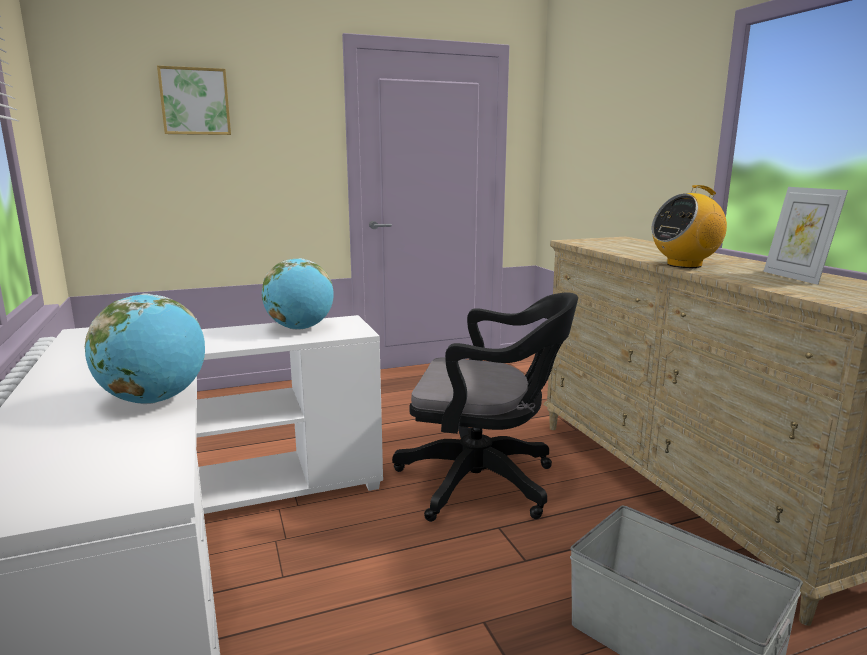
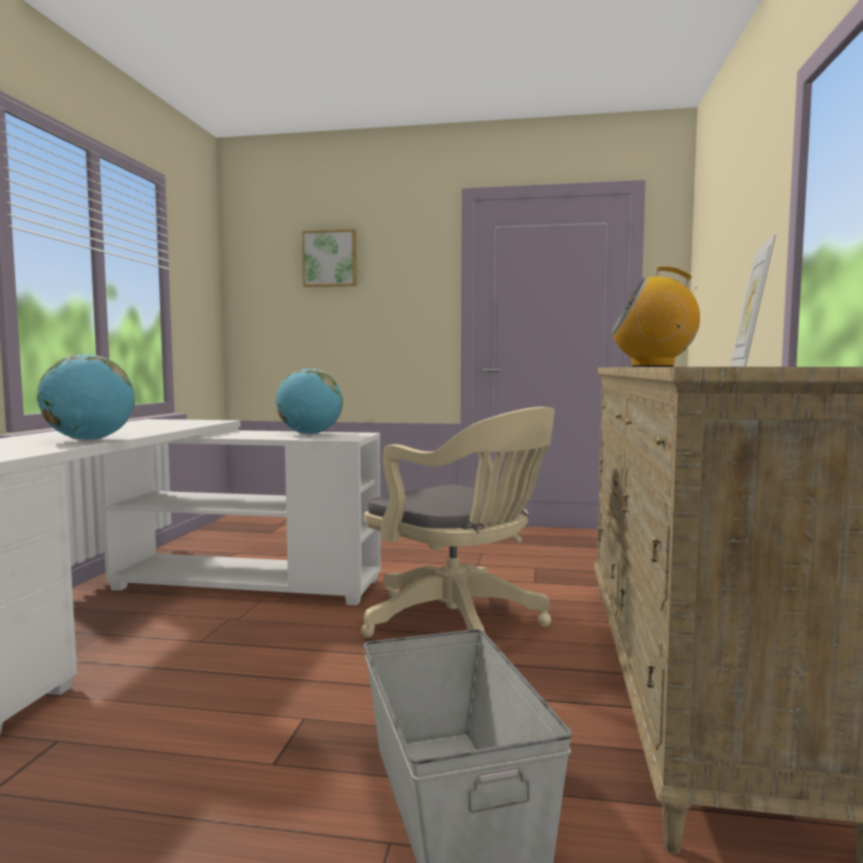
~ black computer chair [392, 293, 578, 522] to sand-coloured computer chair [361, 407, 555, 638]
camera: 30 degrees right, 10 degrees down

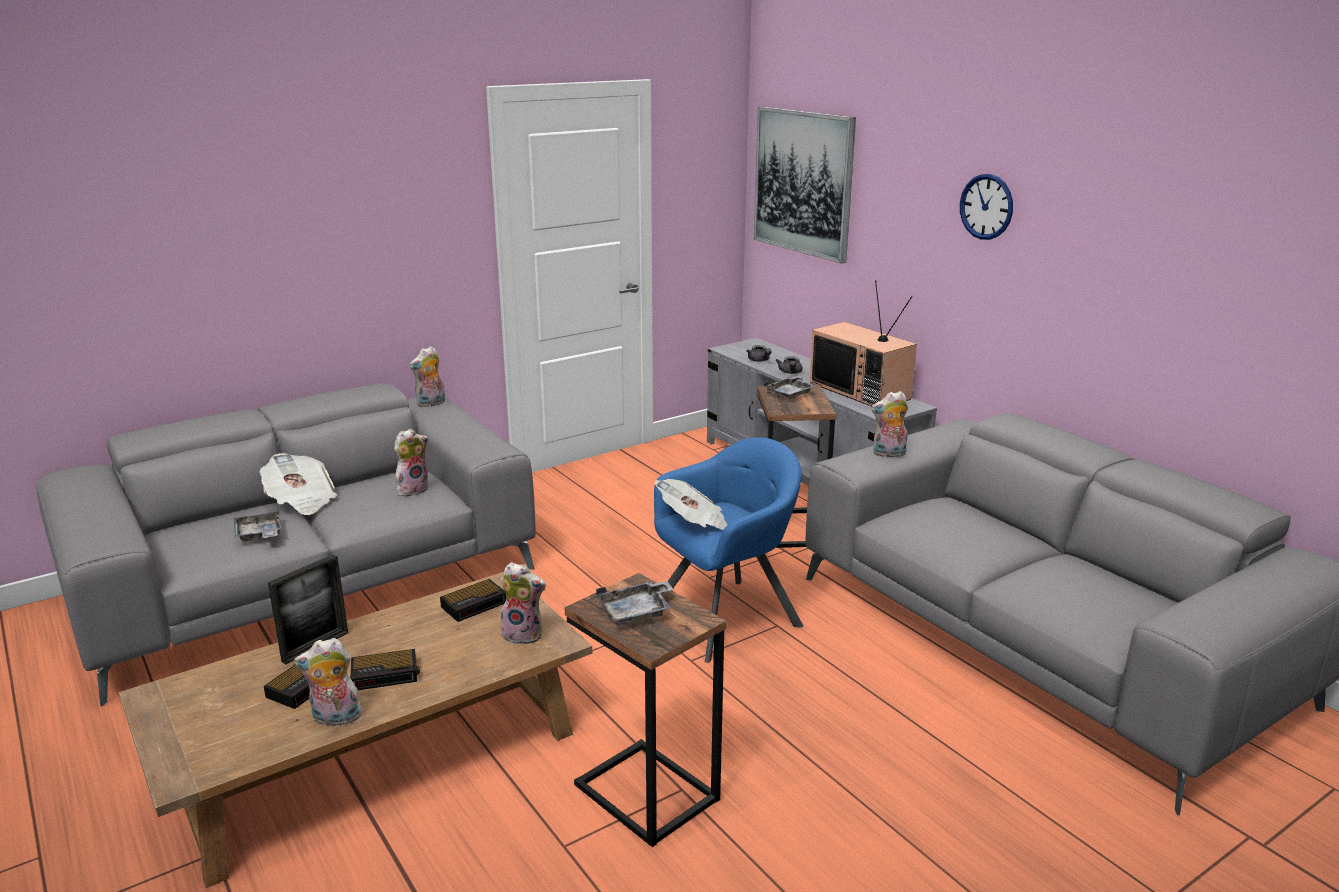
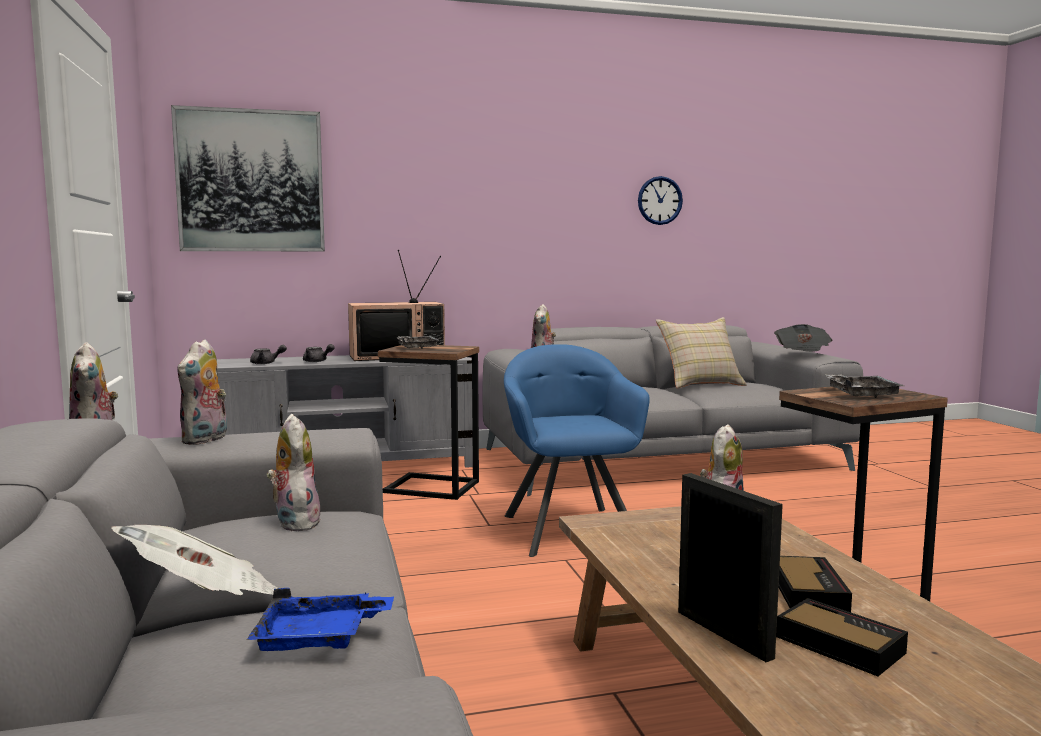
~ grey carrying tray [234, 510, 281, 542] to blue-coloured carrying tray [247, 588, 394, 651]
~ plush toy [294, 638, 364, 726] to [177, 339, 227, 445]
- alarm clock [440, 579, 506, 622]
~ daily paper [655, 479, 728, 530] to [774, 324, 832, 352]
~ hanging clock [960, 174, 1013, 240] to [638, 176, 683, 225]
+ sand-coloured throw pillow [656, 317, 747, 388]
camera: 70 degrees left, 15 degrees down

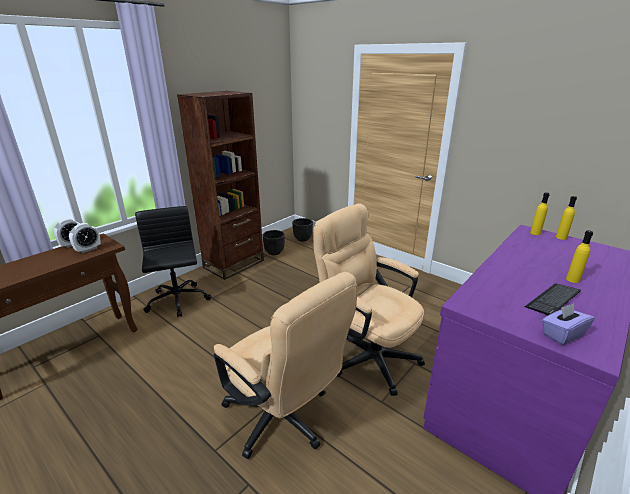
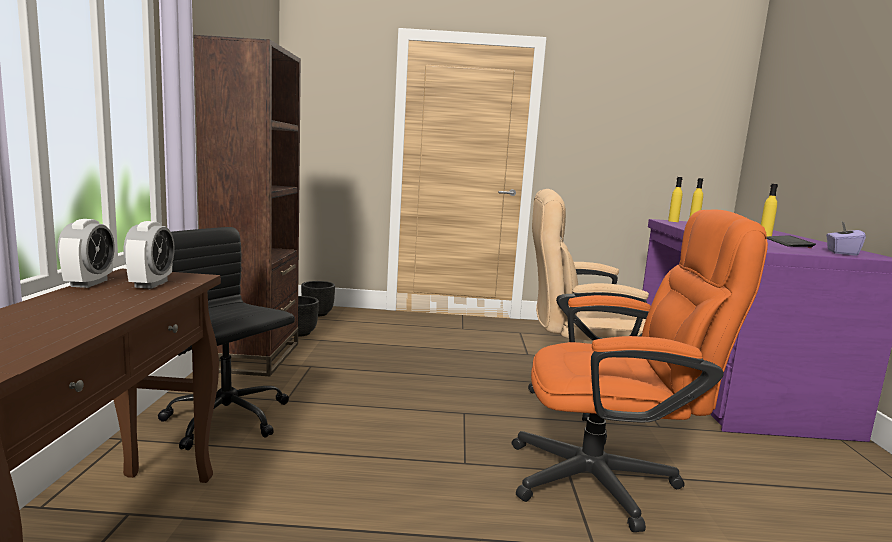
~ sand-coloured computer chair [214, 272, 358, 459] to orange-coloured computer chair [511, 209, 768, 532]
camera: 40 degrees left, 15 degrees down

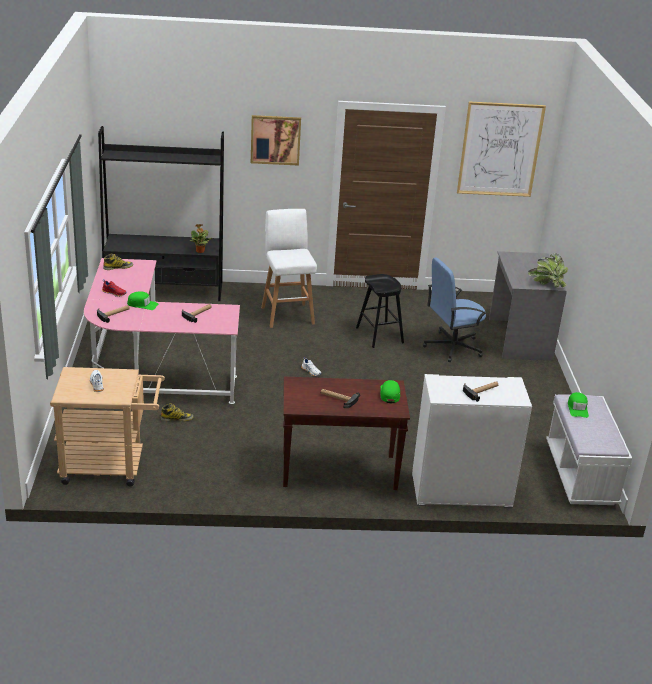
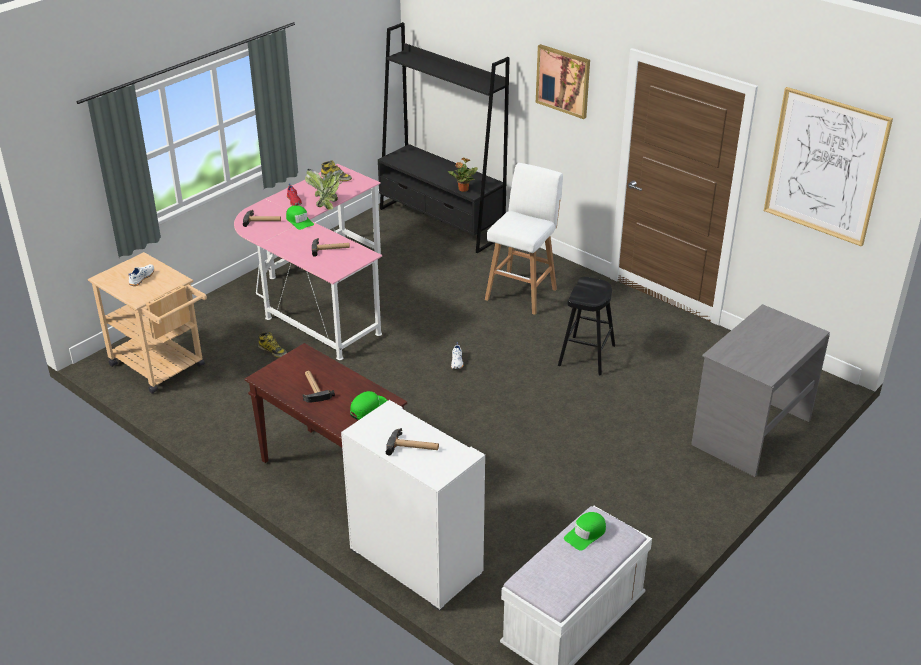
- blue-coloured computer chair [423, 258, 486, 362]
~ houseplant [528, 253, 568, 288] to [305, 169, 343, 210]
camera: 45 degrees right, 5 degrees up

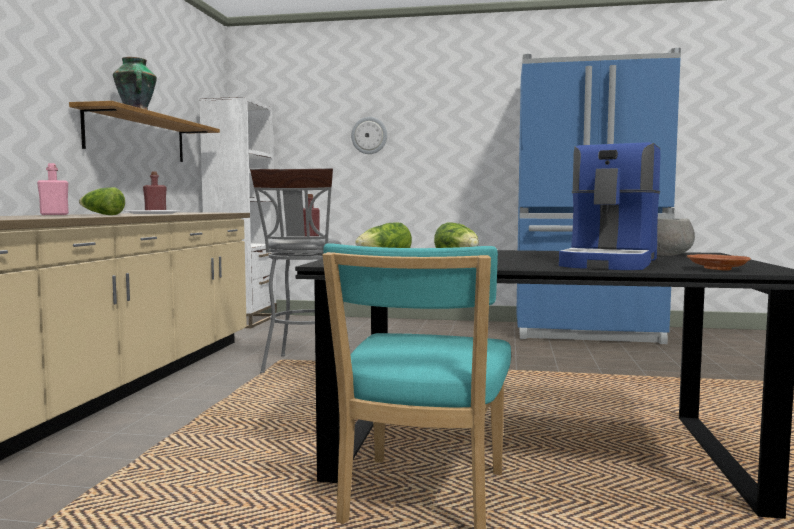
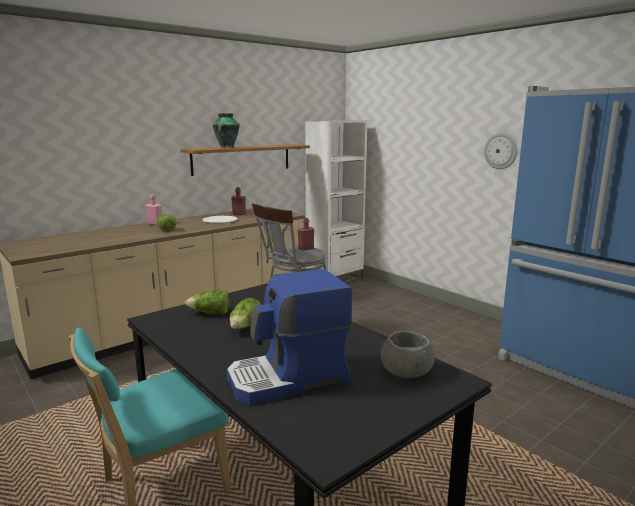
~ hanging clock [351, 117, 387, 154] to [484, 133, 518, 169]
- brown dinner plate [687, 254, 751, 271]
camera: 40 degrees right, 10 degrees up

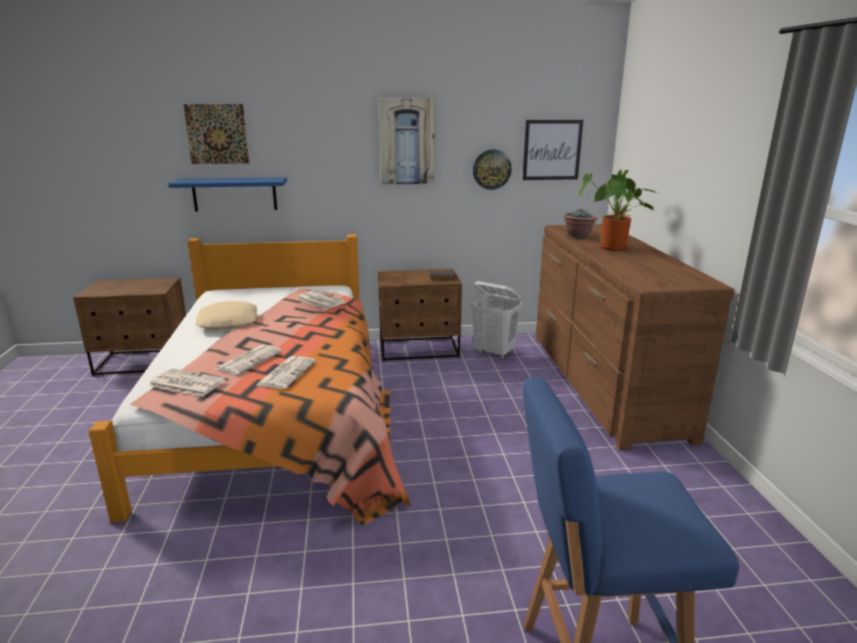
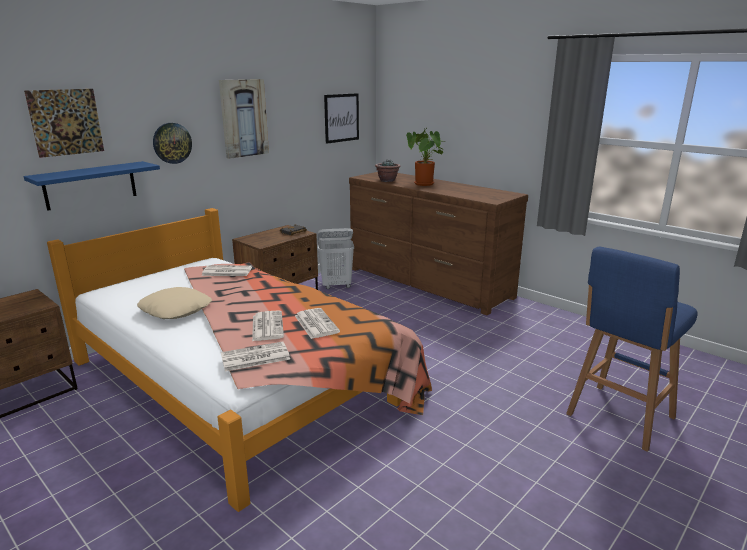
~ hanging clock [473, 149, 512, 190] to [153, 123, 192, 164]
camera: 40 degrees left, 0 degrees up

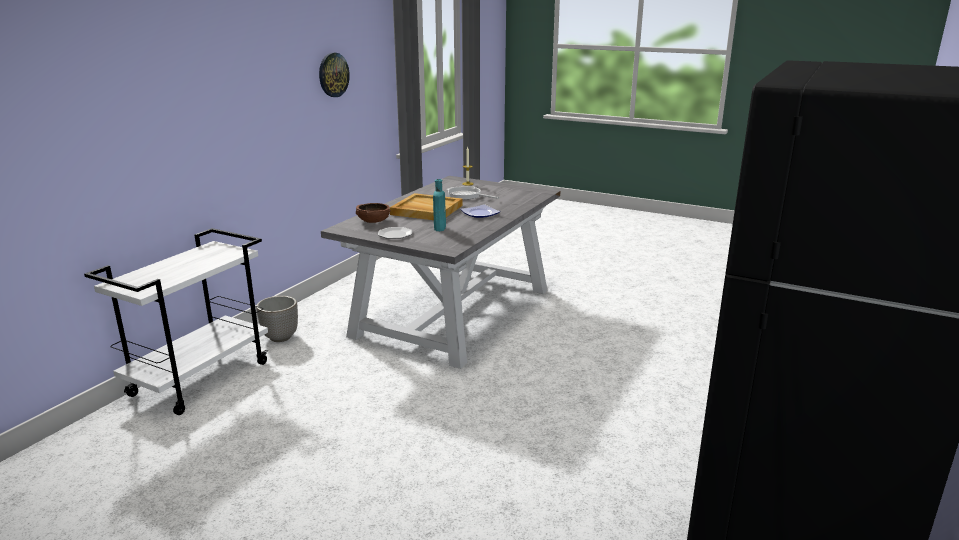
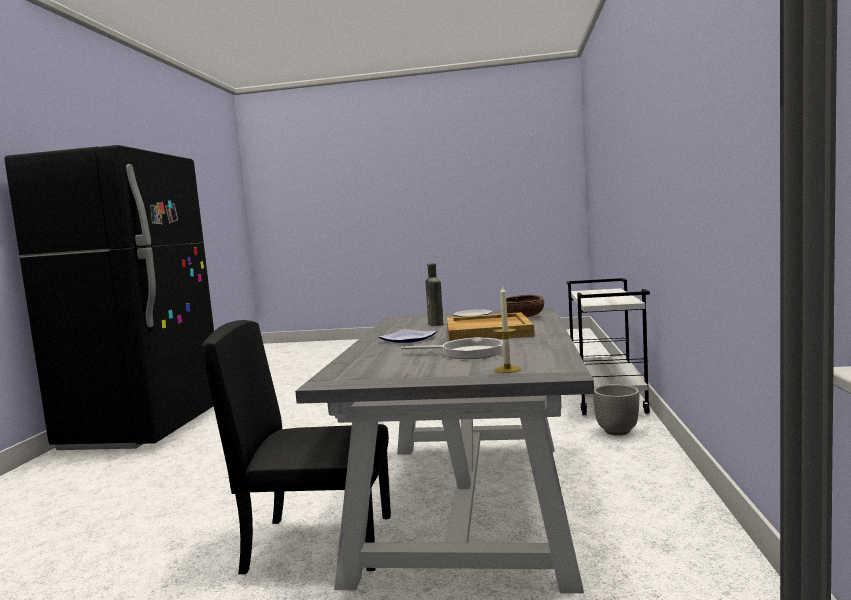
- hanging clock [319, 53, 350, 97]
~ blue-green beverage bottle [433, 179, 446, 231] to brown beverage bottle [426, 264, 443, 326]
+ black plain chair [202, 320, 391, 574]
camera: 160 degrees right, 15 degrees down

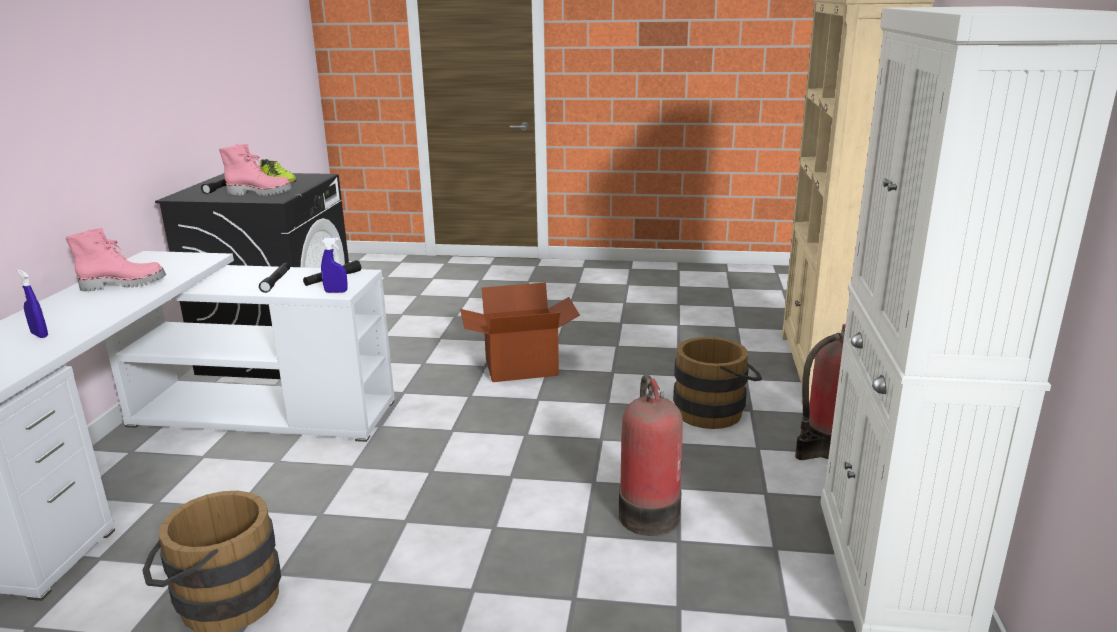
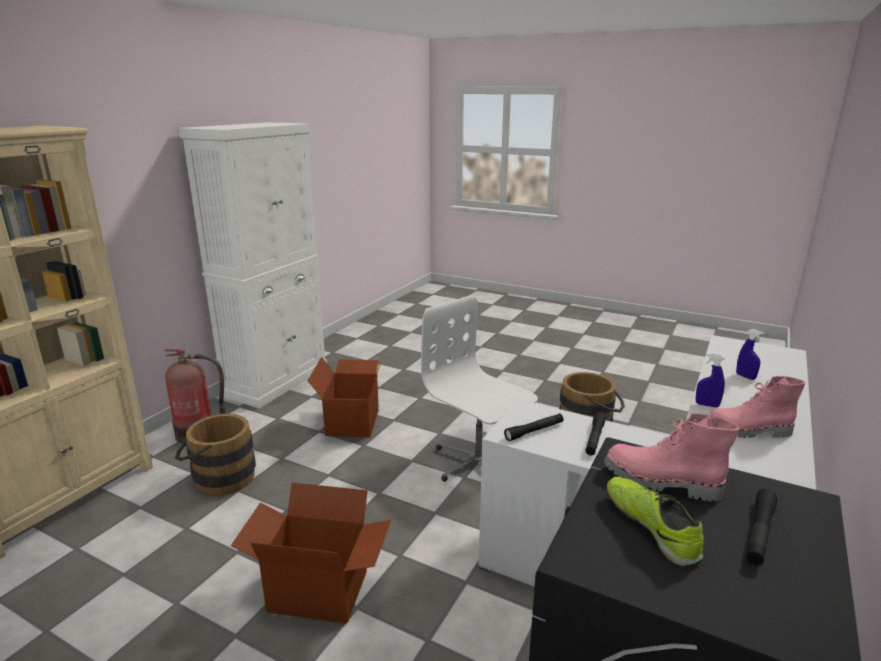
~ blue-coloured hand sprayer [321, 237, 348, 293] to [696, 353, 725, 408]
~ extinguisher [619, 374, 683, 536] to cardboard box [308, 356, 383, 437]
+ whitish computer chair [421, 295, 538, 482]
camera: 160 degrees left, 0 degrees up

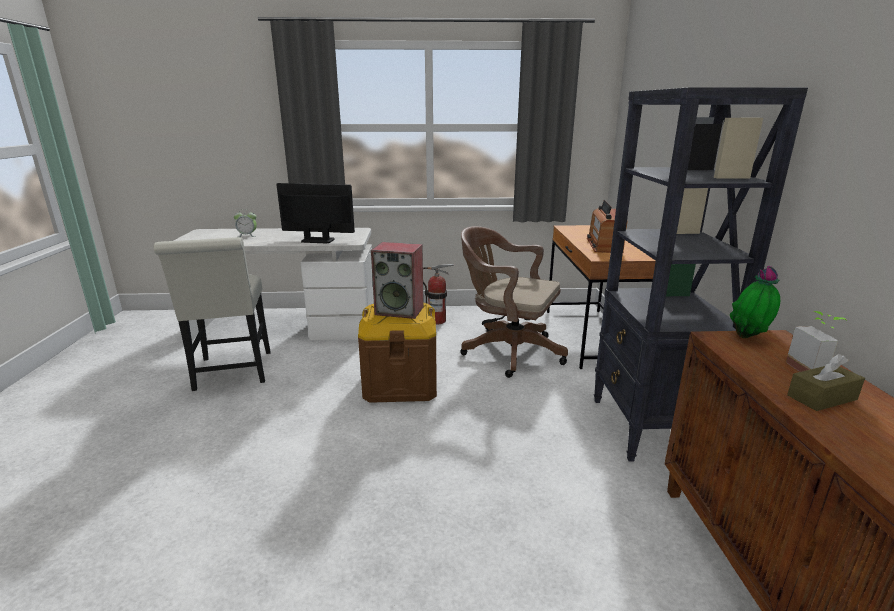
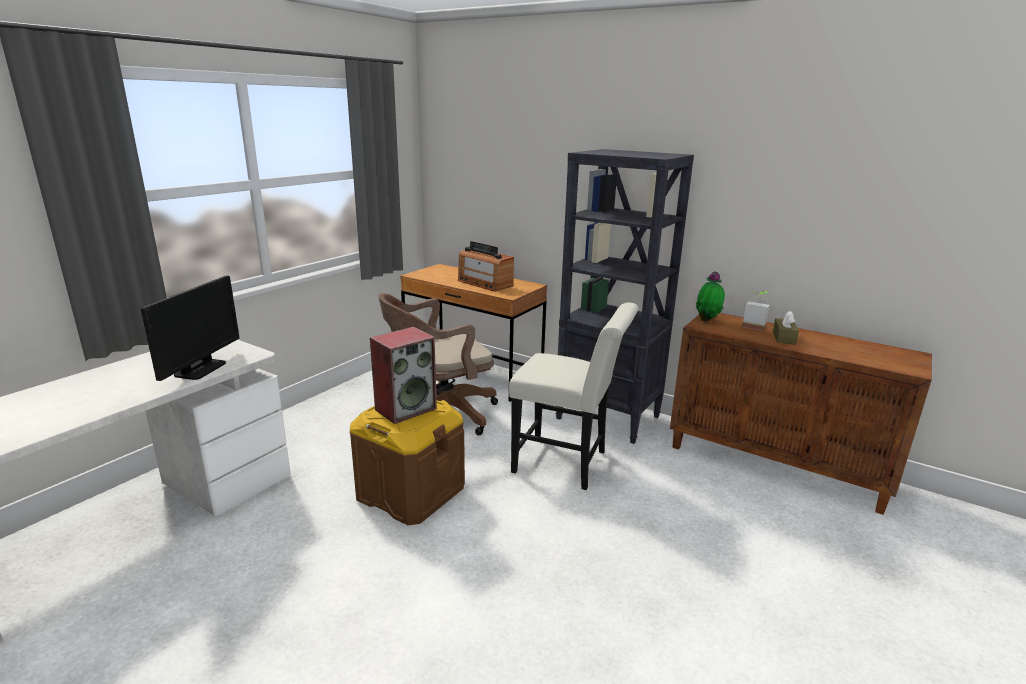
~ whitish plain chair [154, 237, 271, 391] to [509, 302, 639, 490]
- alarm clock [234, 209, 257, 237]
~ computer display [276, 183, 355, 243] = [141, 275, 240, 381] 150 degrees clockwise
- extinguisher [423, 264, 455, 324]
camera: 55 degrees left, 0 degrees up

